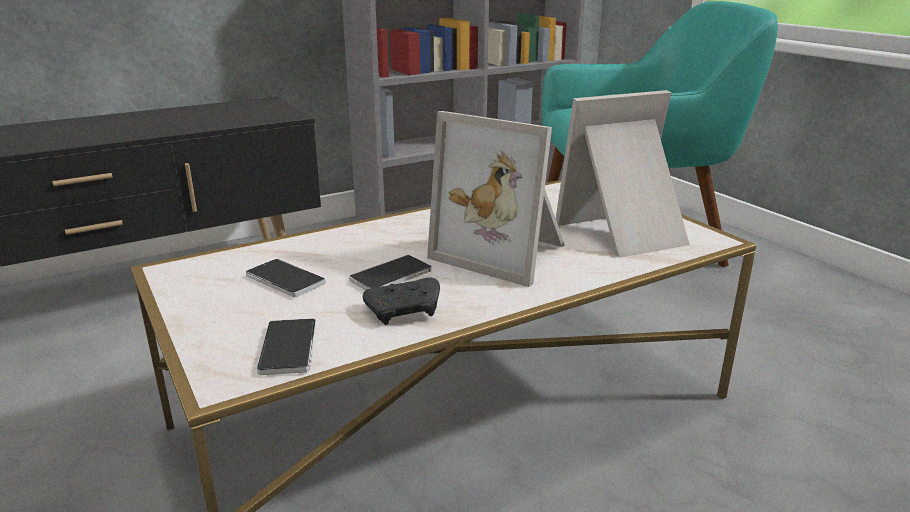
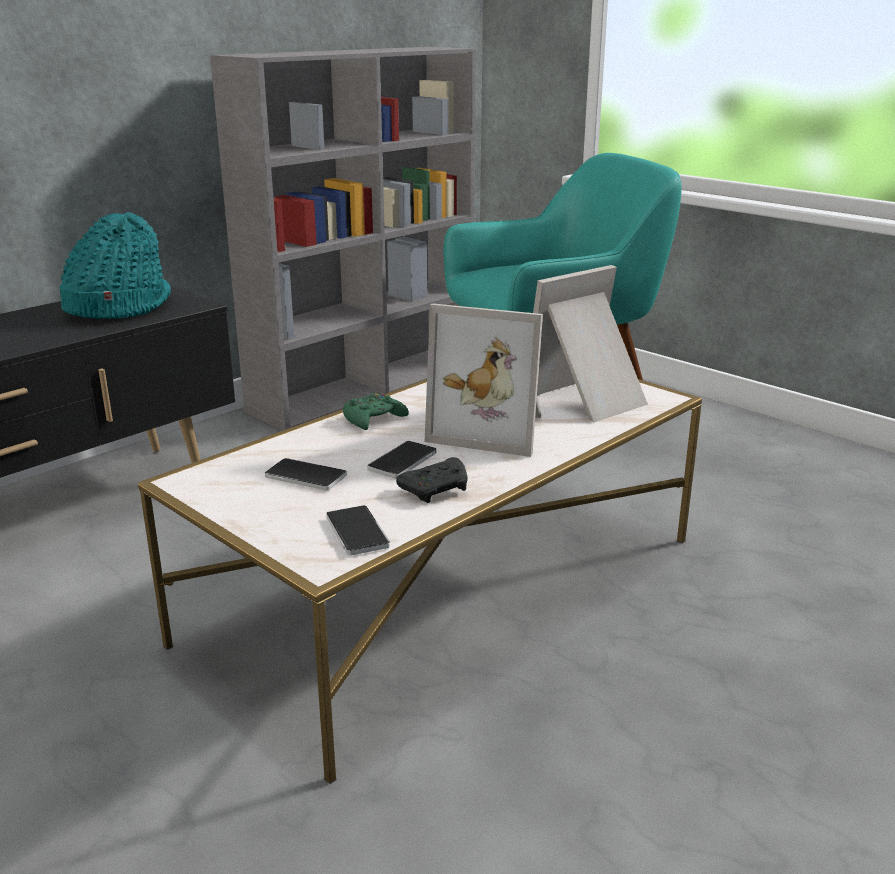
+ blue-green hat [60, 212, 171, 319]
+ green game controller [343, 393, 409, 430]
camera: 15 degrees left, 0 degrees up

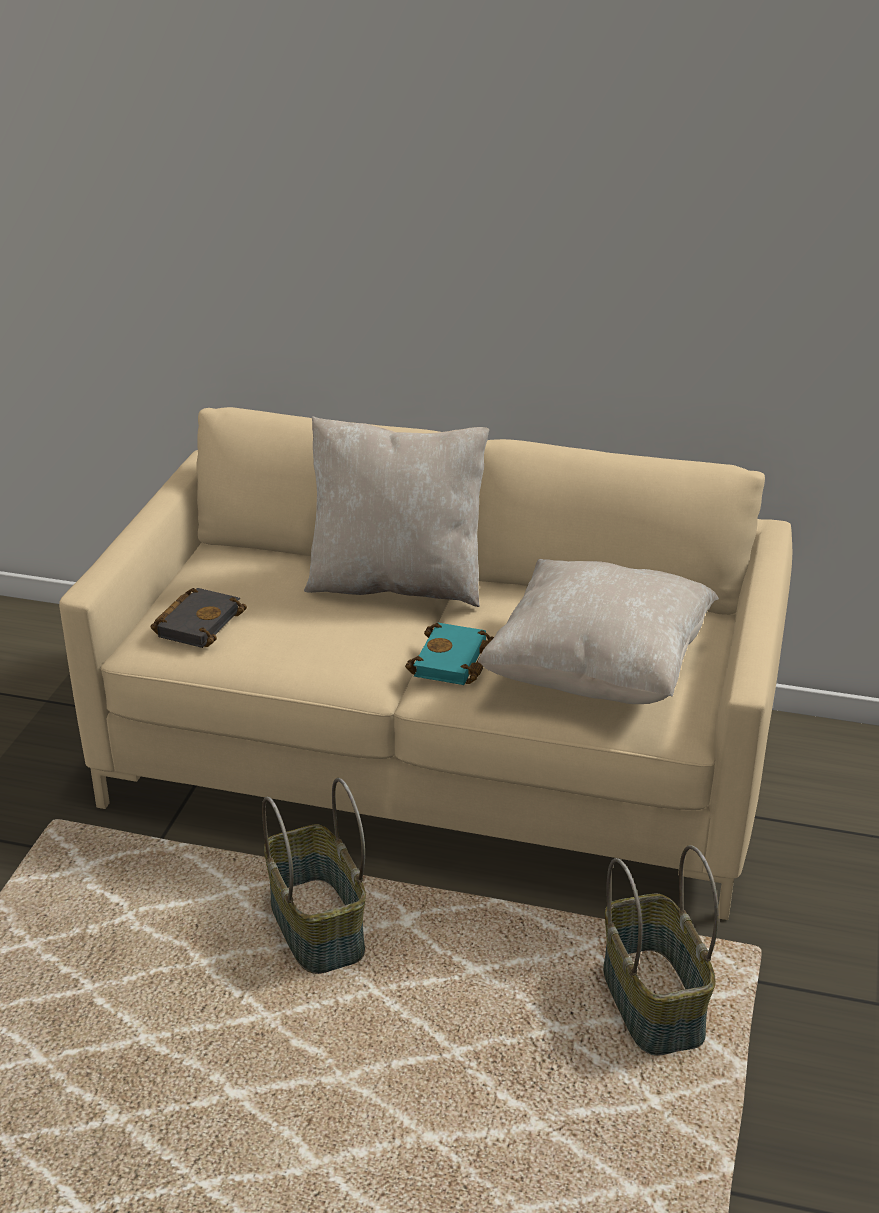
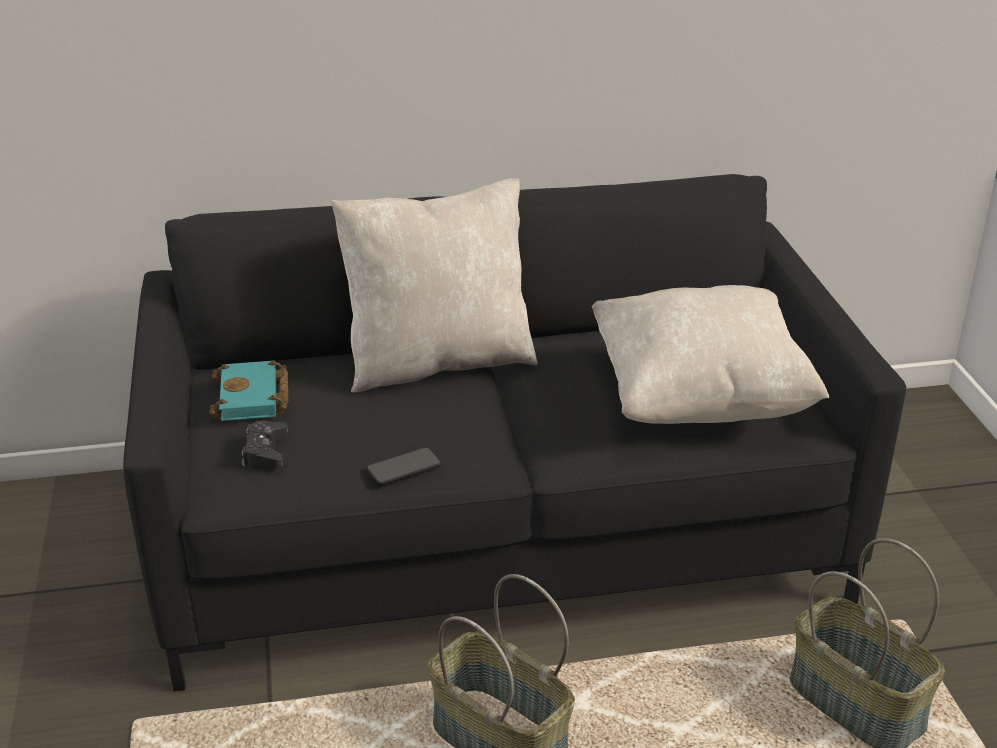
~ sand-coloured settee [59, 407, 793, 920] to black settee [123, 174, 906, 692]
~ black volume [151, 588, 247, 648] to black game controller [242, 421, 288, 469]
~ blue-green volume [405, 622, 494, 685] to [209, 361, 288, 421]
+ handset [367, 447, 441, 485]
camera: 25 degrees left, 0 degrees up

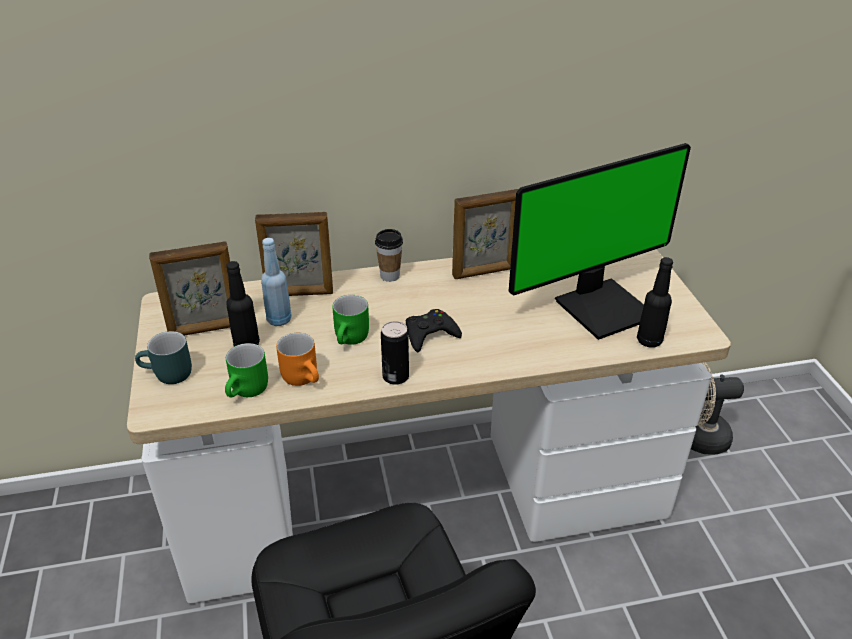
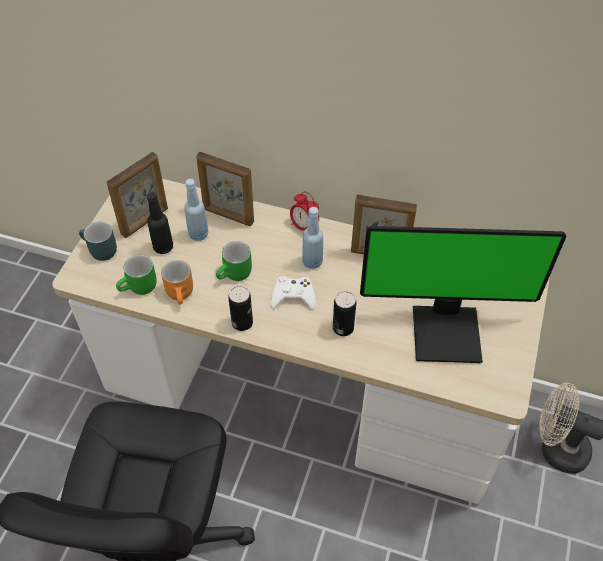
~ picture frame [149, 241, 230, 336] = [106, 152, 168, 238] 60 degrees counterclockwise
~ small cup [375, 229, 403, 282] to alarm clock [290, 191, 319, 231]
~ black game controller [406, 309, 462, 352] to whitish game controller [270, 276, 316, 310]
- black beverage bottle [637, 257, 673, 347]
+ blue-coloured beverage bottle [302, 207, 323, 269]
+ can [333, 291, 356, 336]
camera: 30 degrees right, 15 degrees up

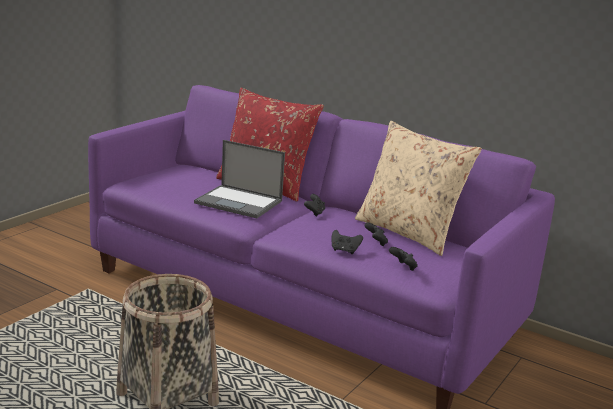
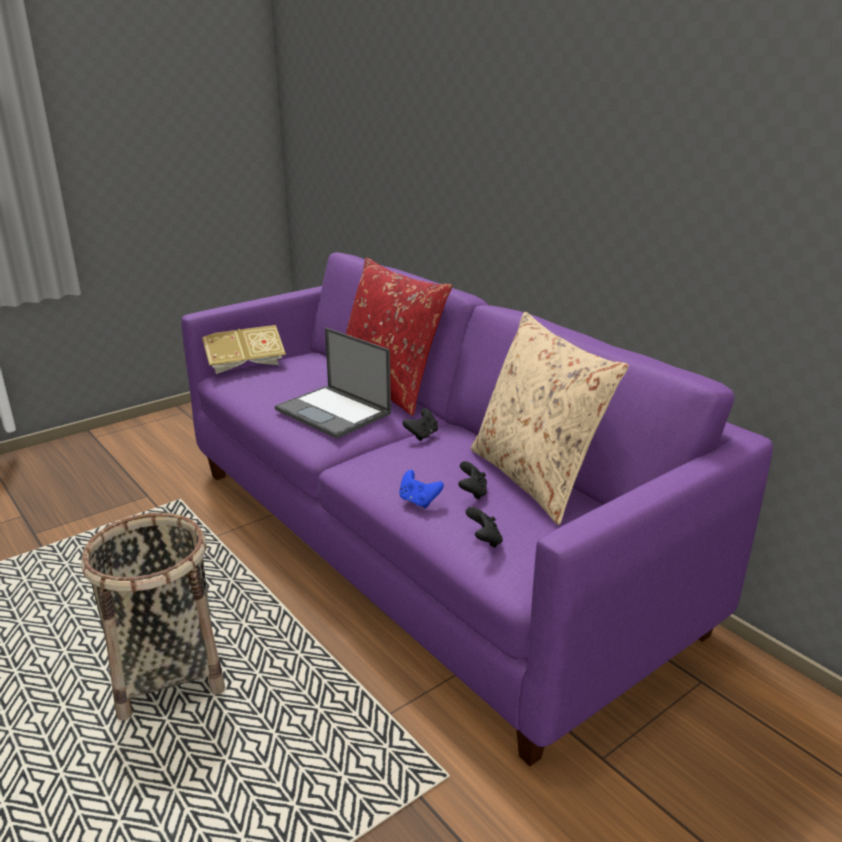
~ black game controller [332, 230, 363, 254] to blue-coloured game controller [399, 470, 444, 509]
+ volume [202, 325, 286, 374]
camera: 20 degrees right, 5 degrees up

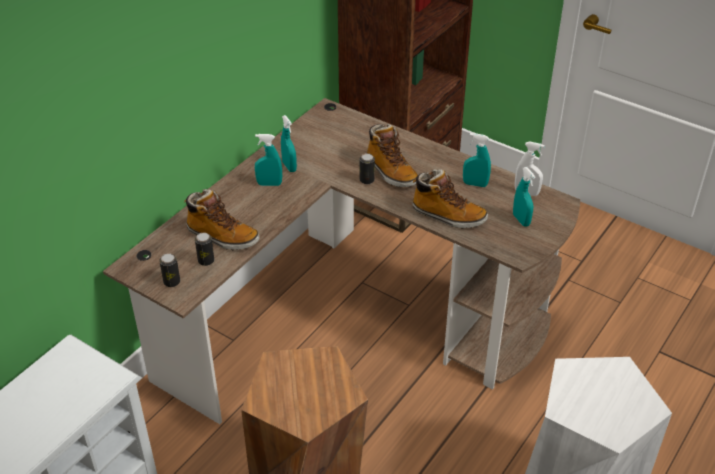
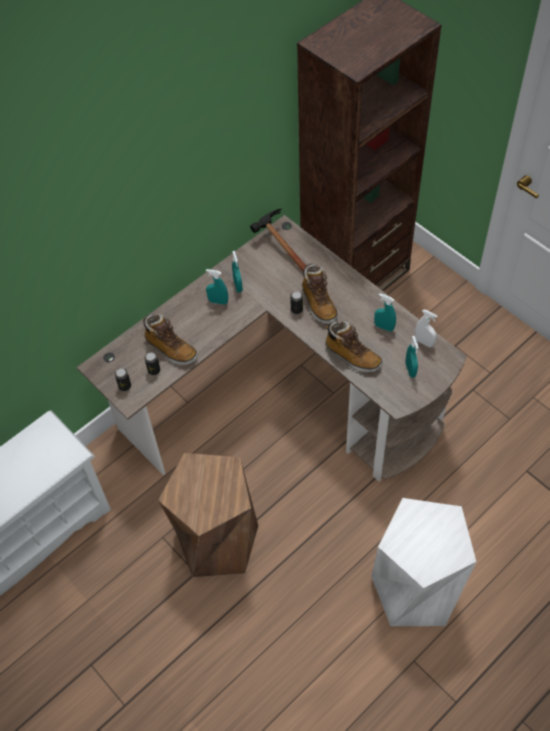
+ hand hammer [250, 209, 306, 272]
camera: 15 degrees right, 15 degrees up

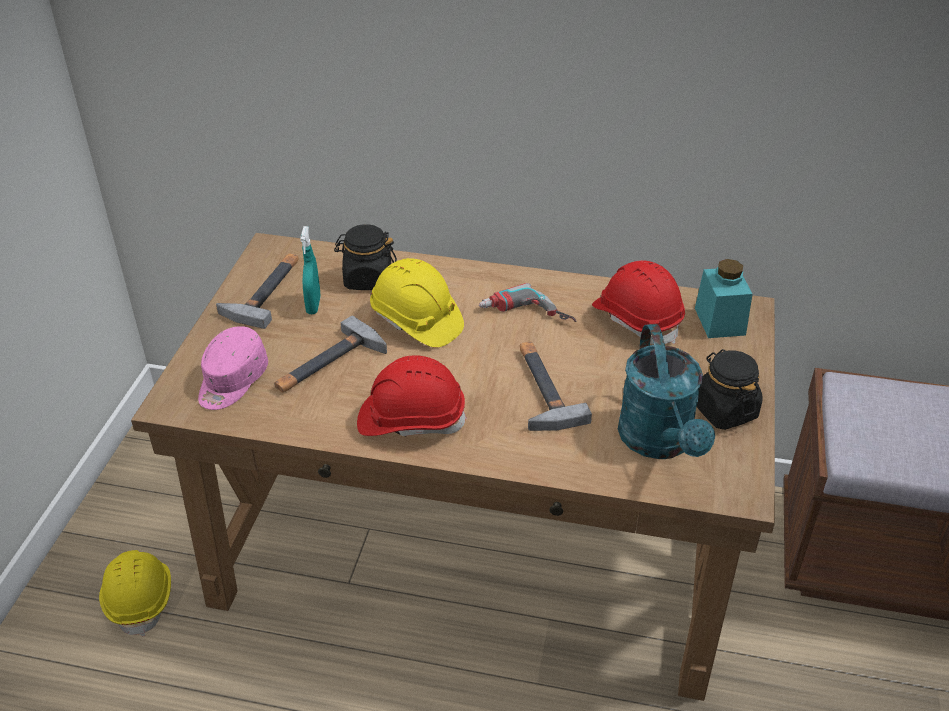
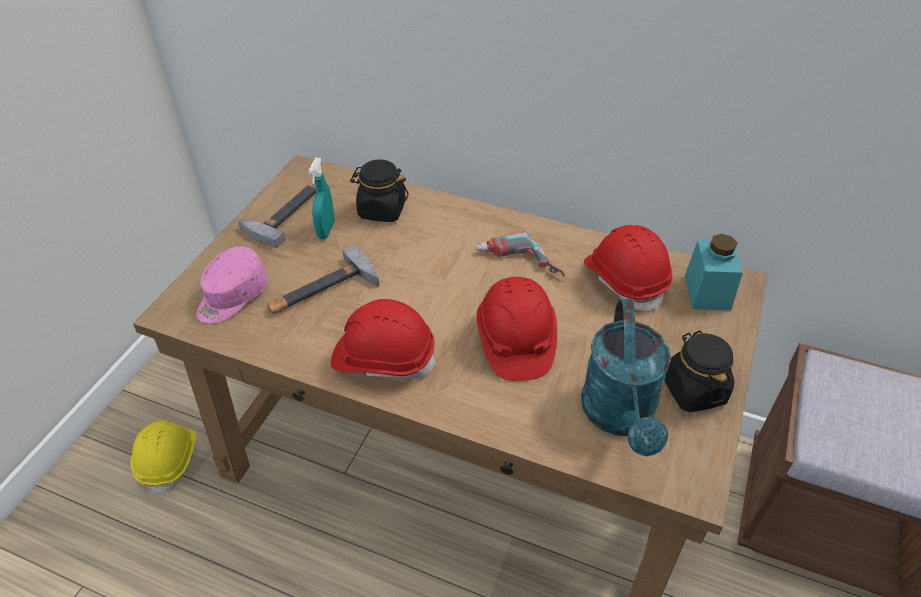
- yellow safety helmet [370, 258, 464, 348]
~ hand hammer [520, 341, 592, 431] to red safety helmet [477, 277, 557, 381]
camera: 10 degrees right, 5 degrees up

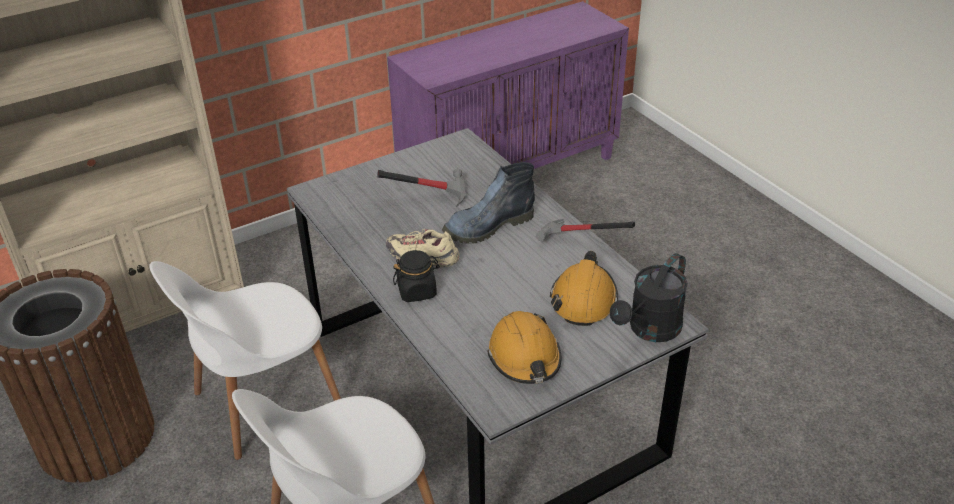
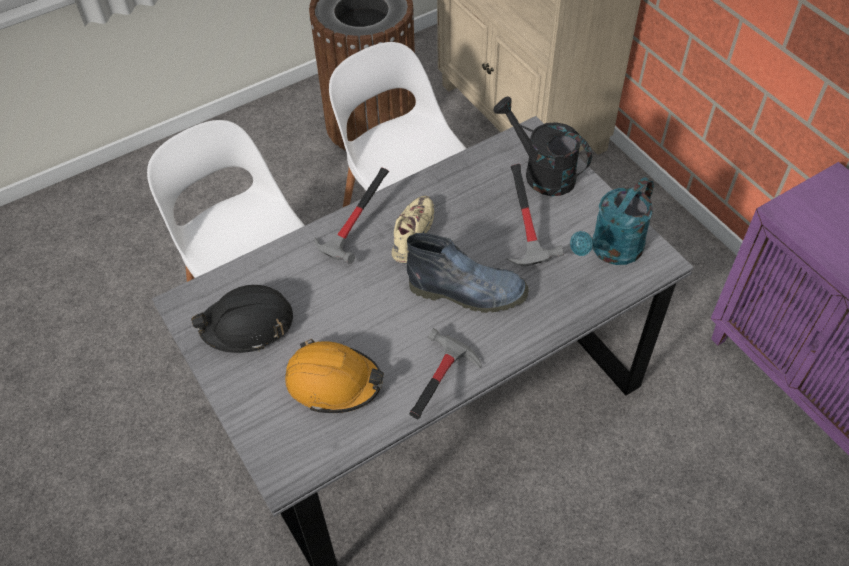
~ black storage jar [393, 250, 440, 302] to hand hammer [314, 167, 389, 264]
~ high-top boot [442, 162, 535, 244] = [407, 233, 529, 313] 135 degrees clockwise
~ orange-coloured safety helmet [487, 311, 561, 384] to black safety helmet [191, 285, 293, 353]
~ black sprinkling can [610, 253, 688, 342] to [493, 96, 592, 196]
+ blue-green sprinkling can [570, 177, 654, 265]
camera: 90 degrees right, 15 degrees up

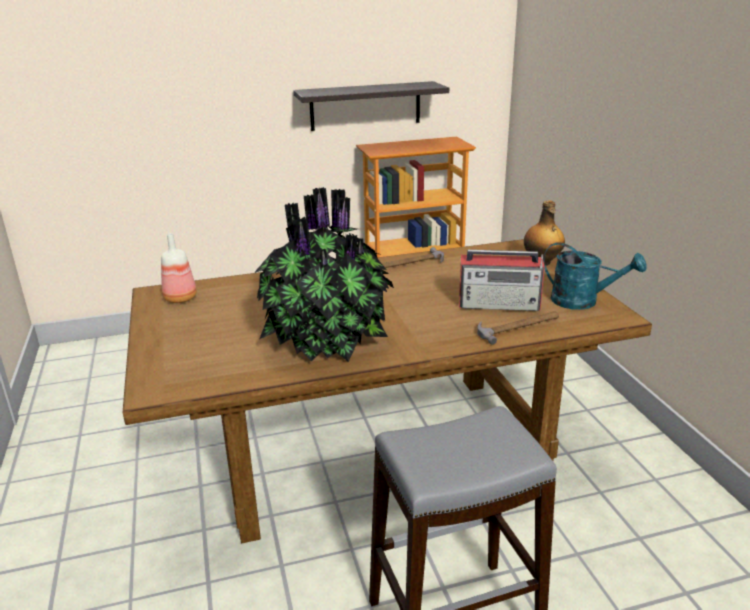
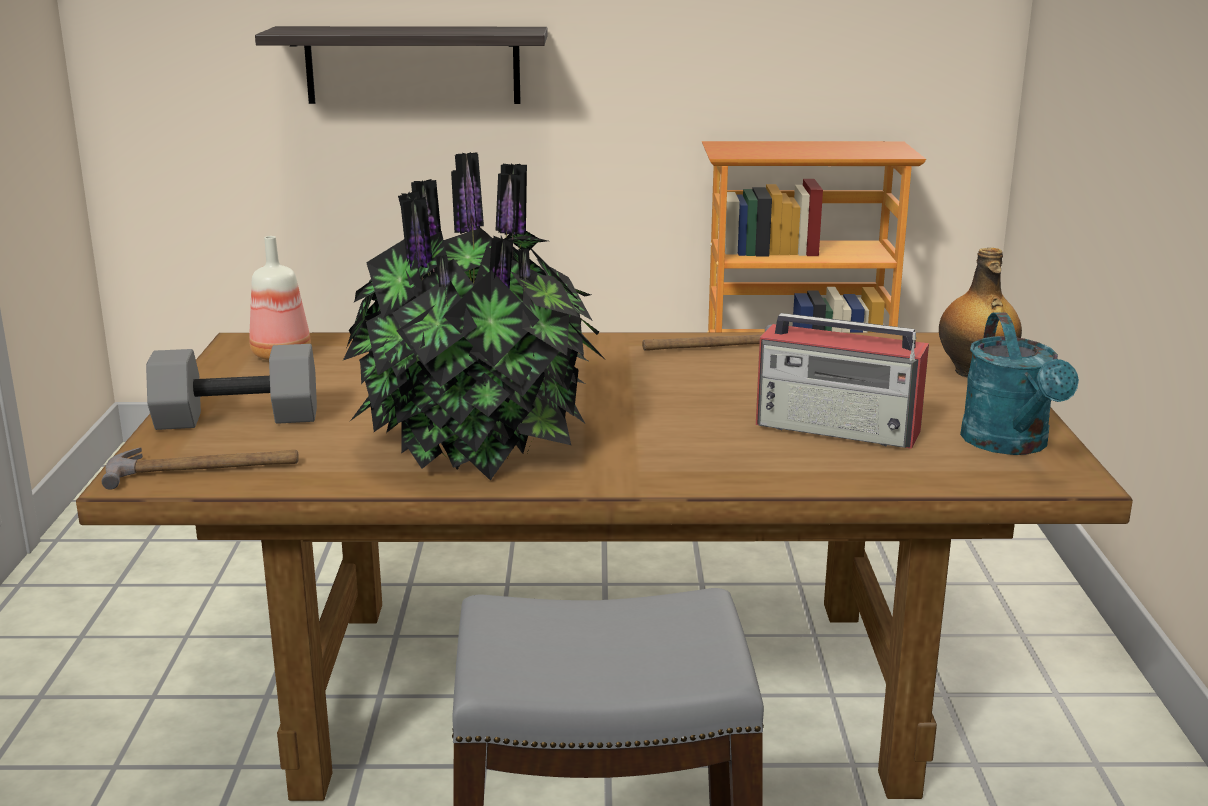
~ wall shelf [293, 81, 449, 131] to [255, 26, 547, 104]
~ hand hammer [477, 311, 559, 345] to [101, 447, 299, 490]
~ blue-green sprinkling can [543, 242, 647, 310] = [960, 312, 1079, 455] 45 degrees clockwise
+ grey hand weight [146, 344, 317, 430]
camera: 15 degrees right, 5 degrees down

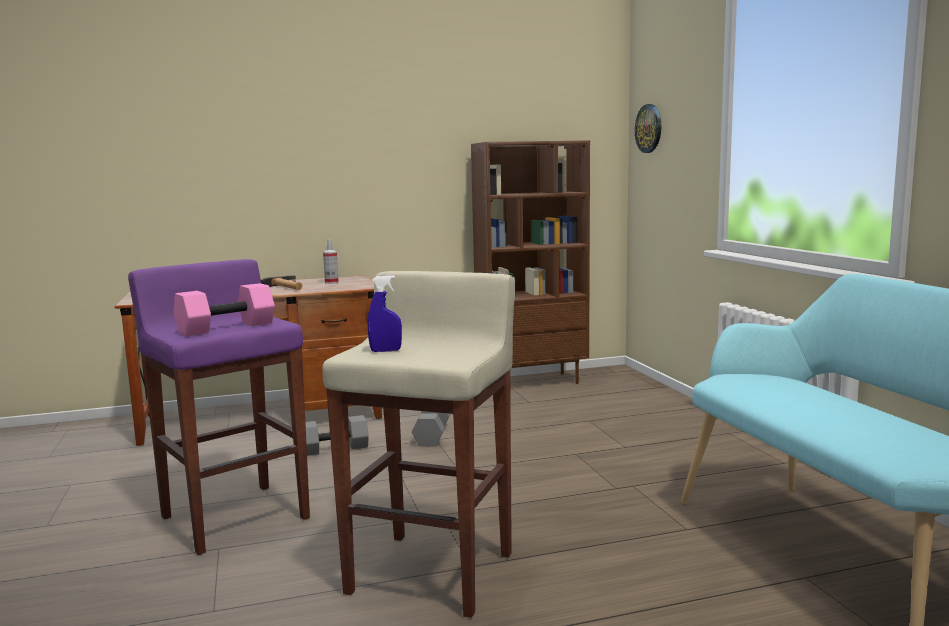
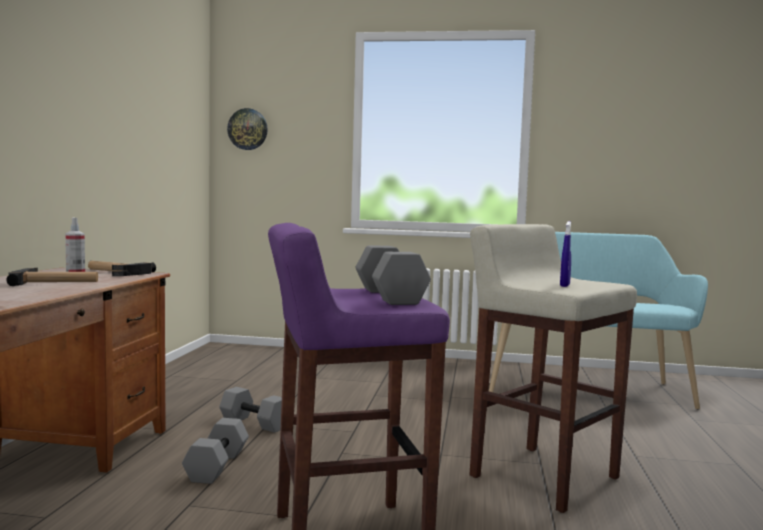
~ pink-coloured hand weight [174, 283, 275, 336] to grey hand weight [356, 246, 431, 305]
- brown shelving unit [471, 140, 590, 384]
+ hand hammer [88, 261, 156, 276]
camera: 65 degrees left, 5 degrees down

